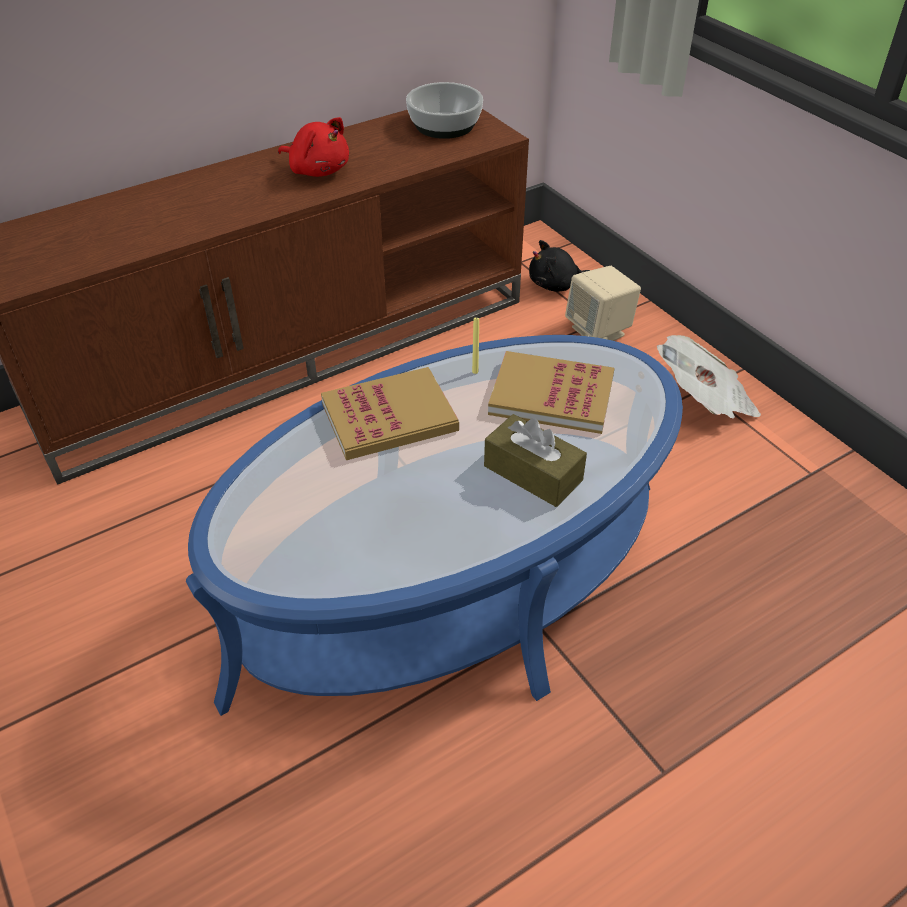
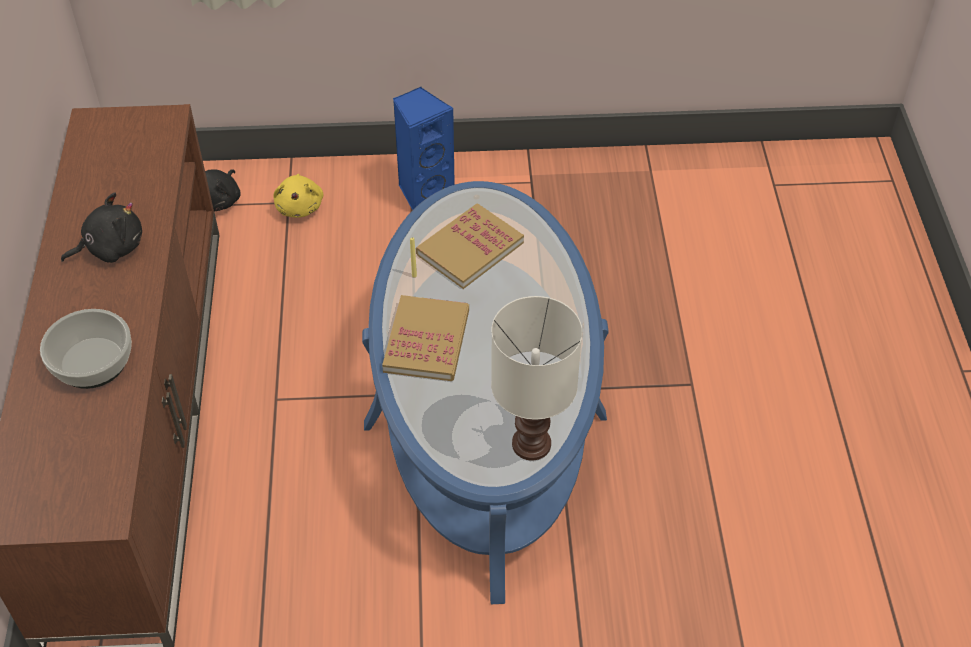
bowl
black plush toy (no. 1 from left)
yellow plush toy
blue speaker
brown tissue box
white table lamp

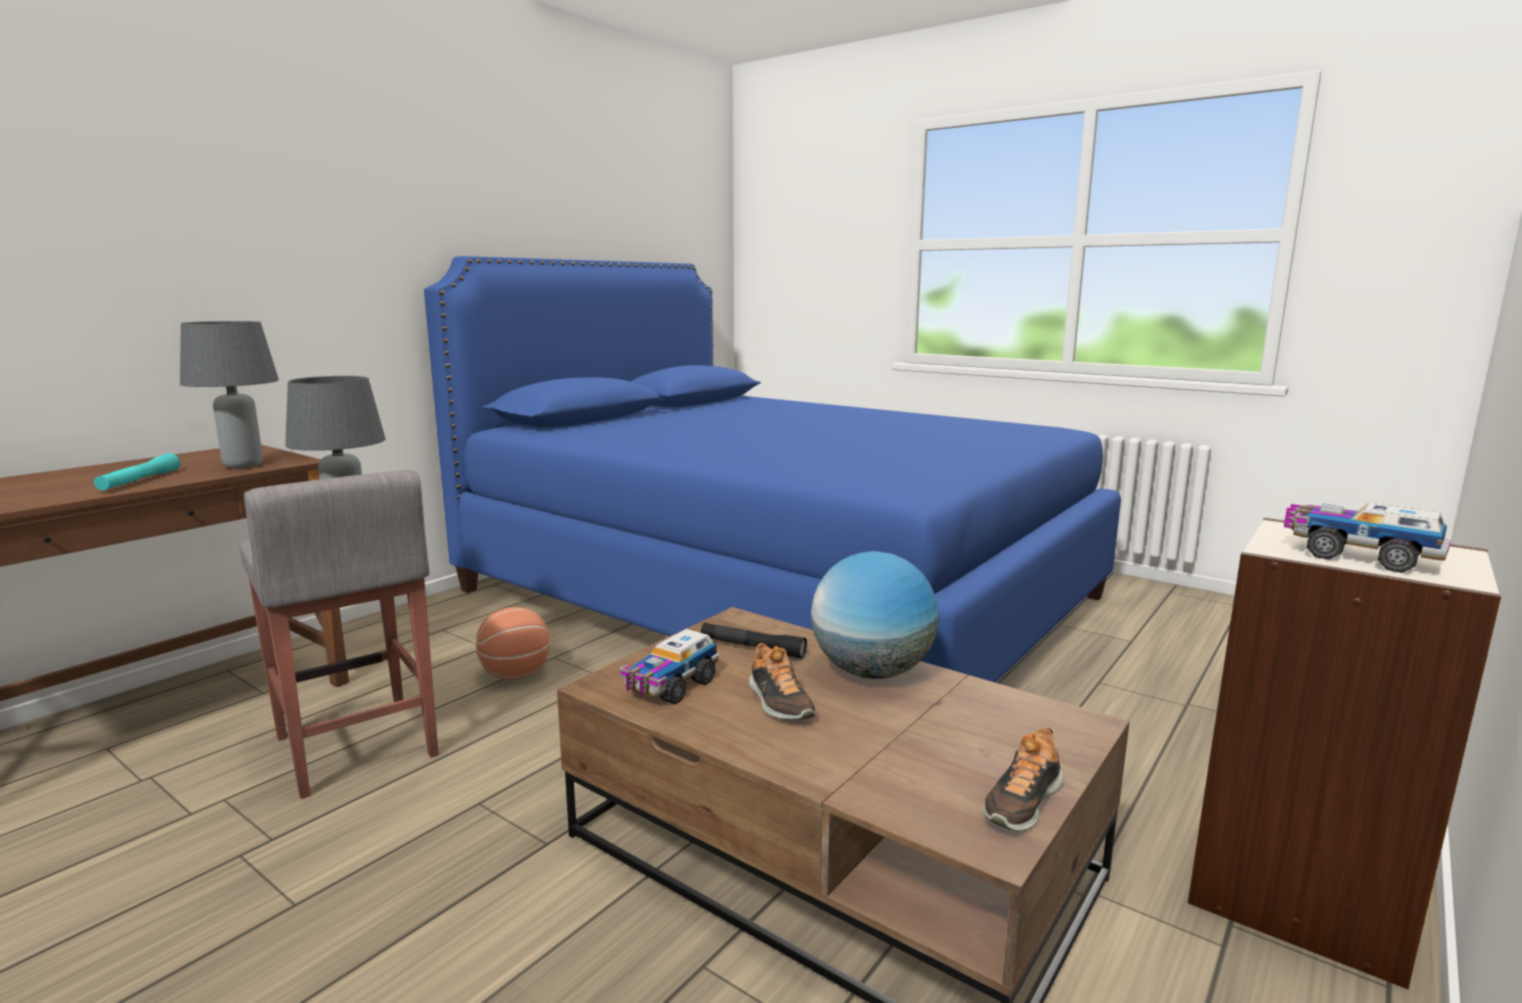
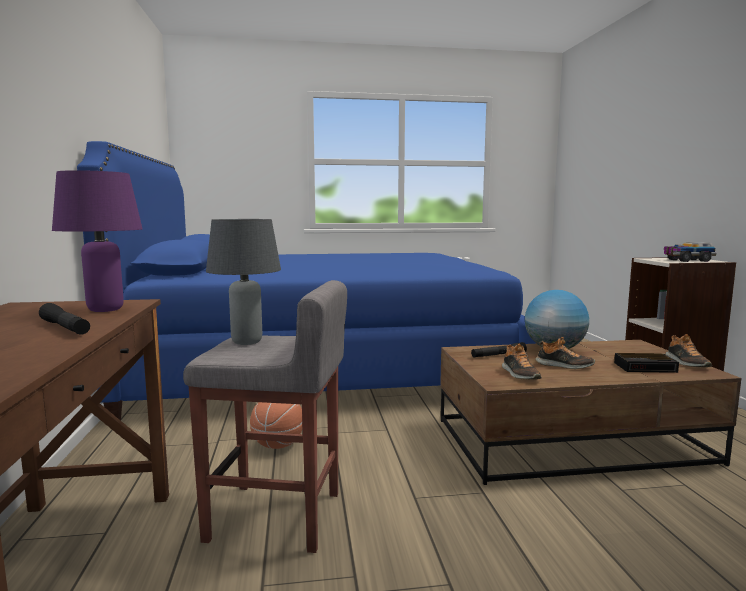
purple table lamp
black flashlight (no. 1 from left)
shoe (no. 1 from left)
alarm clock

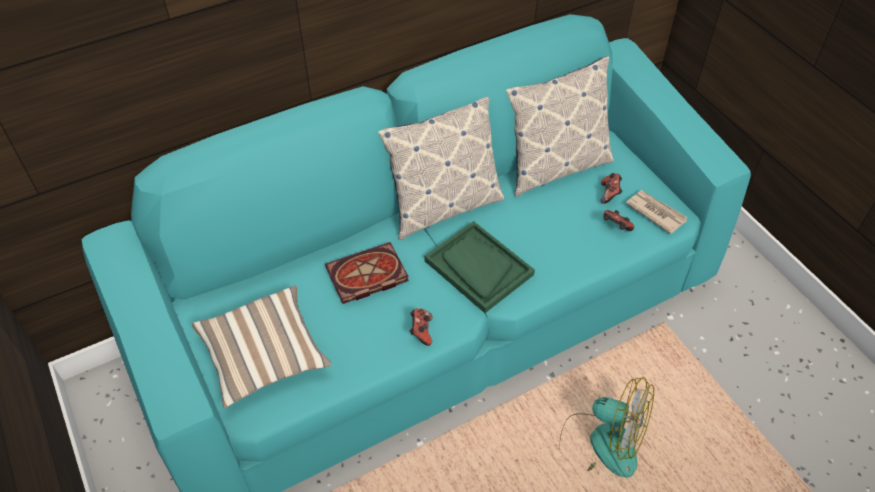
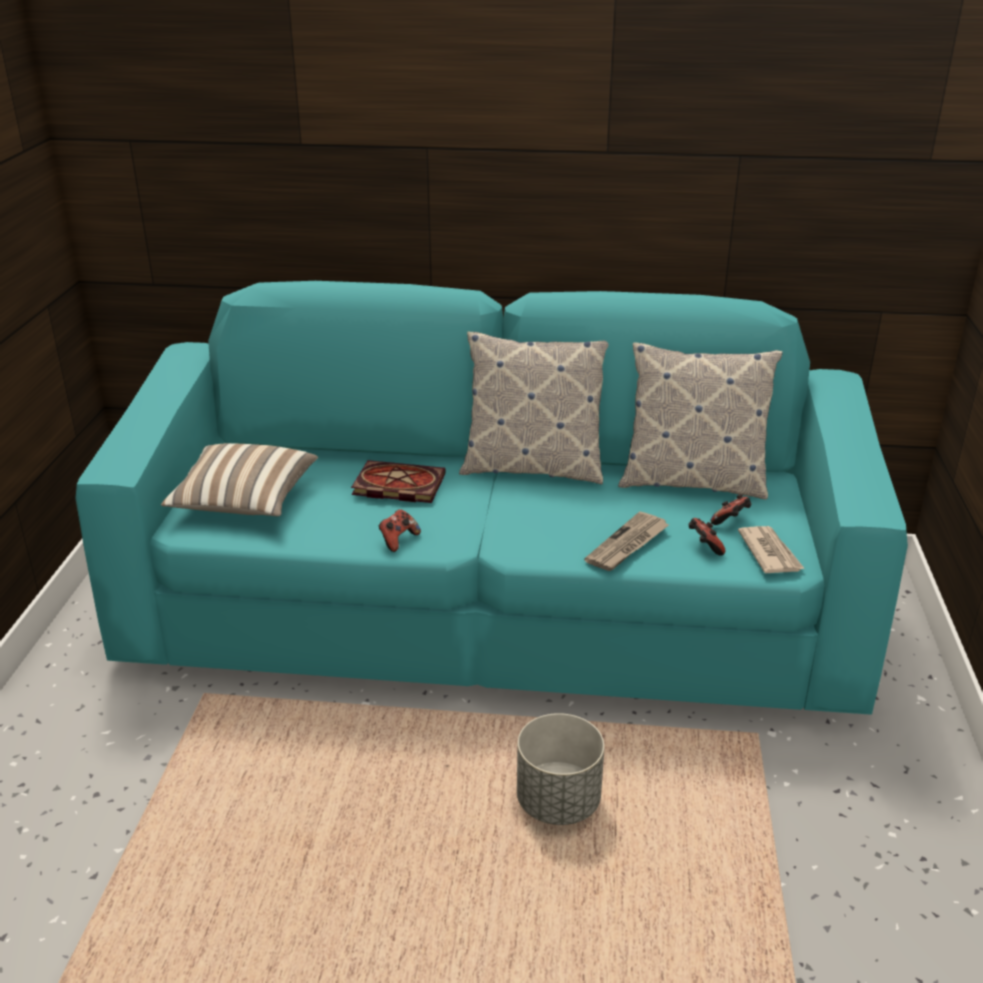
green tray
grey planter
newspaper (no. 1 from left)

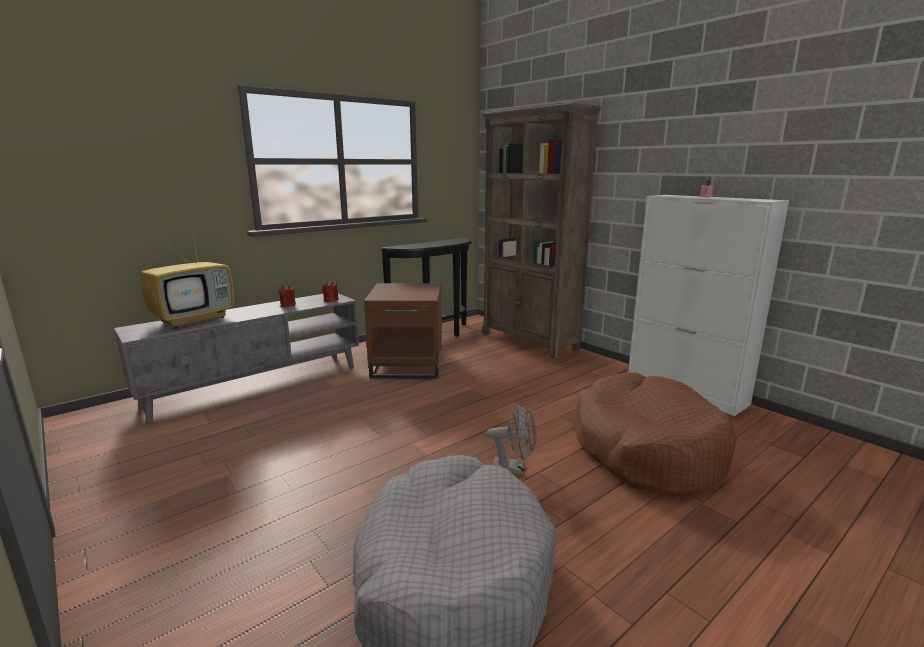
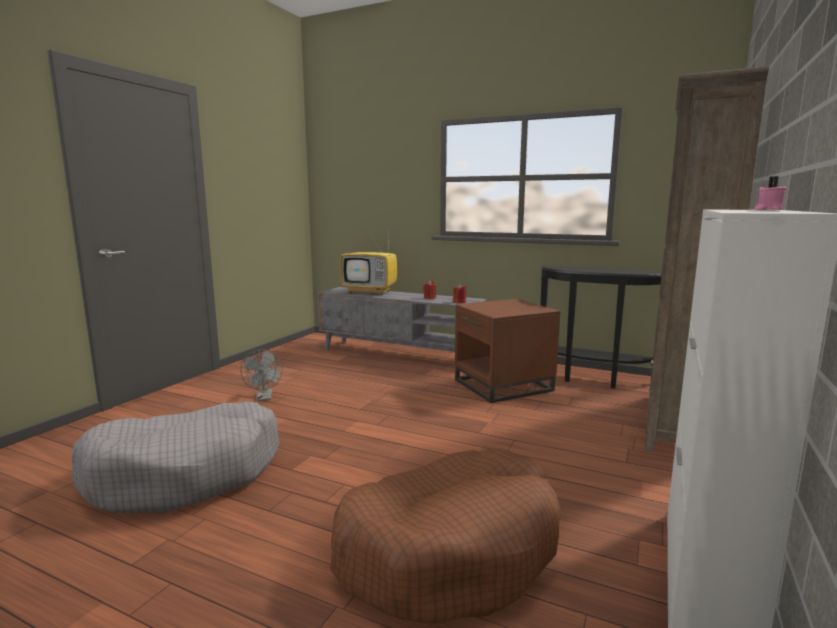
grey fan

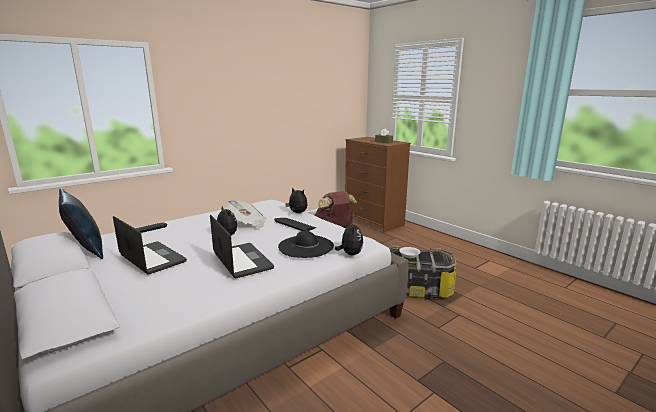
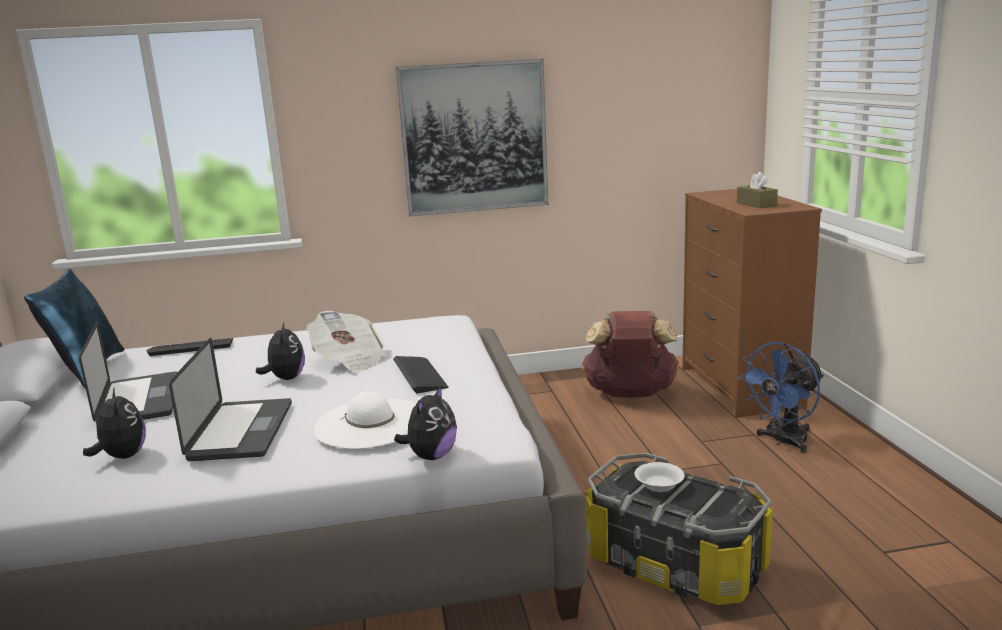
plush toy (no. 1 from left)
white hat
picture
blue fan

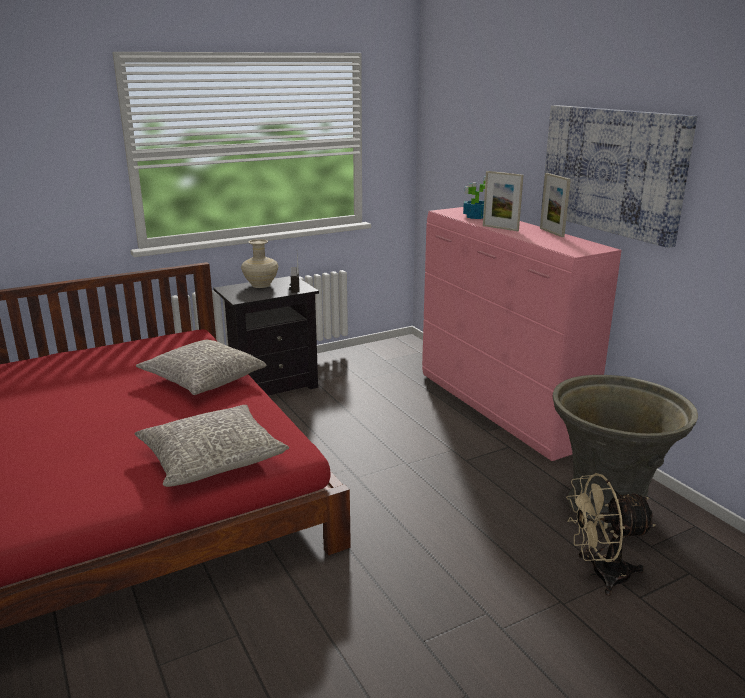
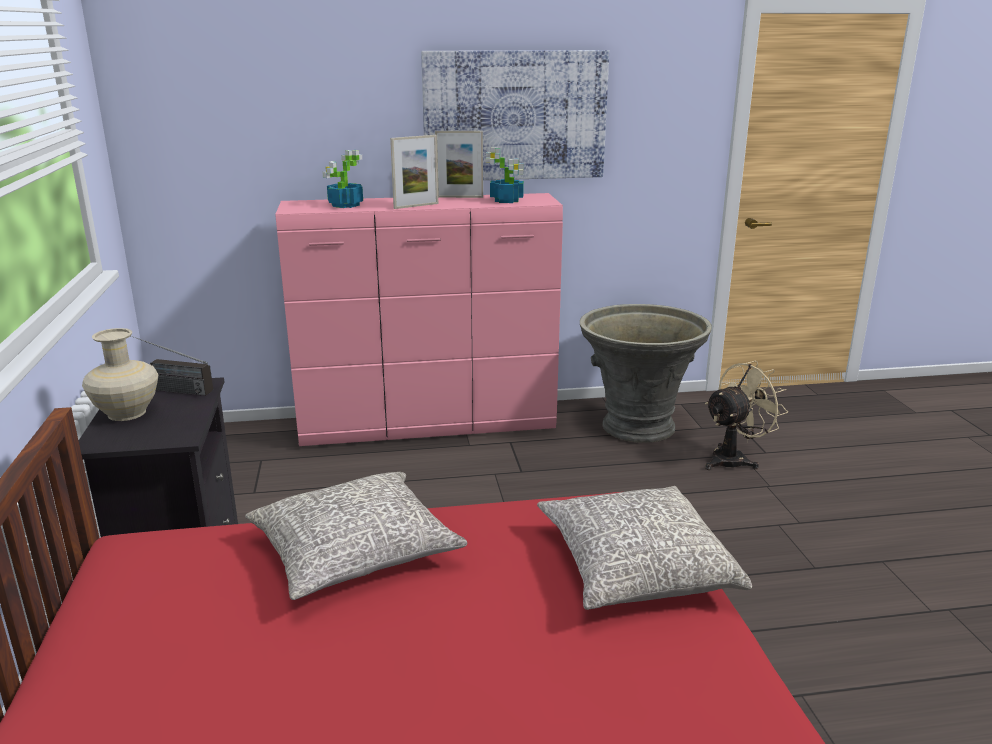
beige fan
potted plant (no. 2 from left)

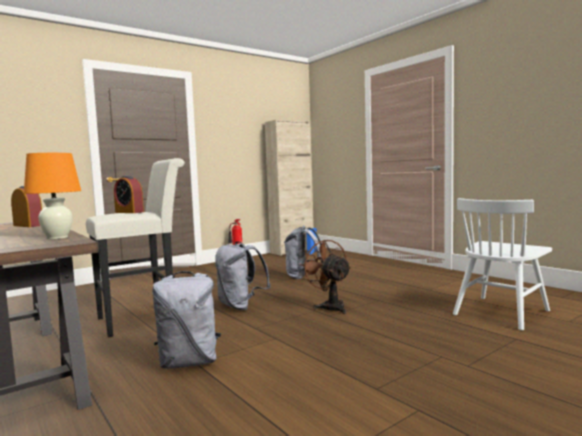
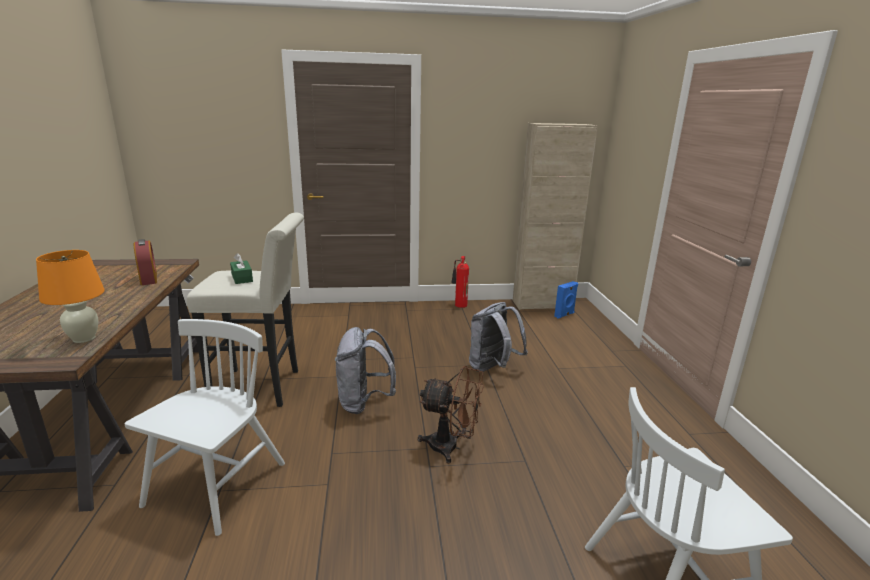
green tissue box
brown fan
white chair (no. 1 from left)

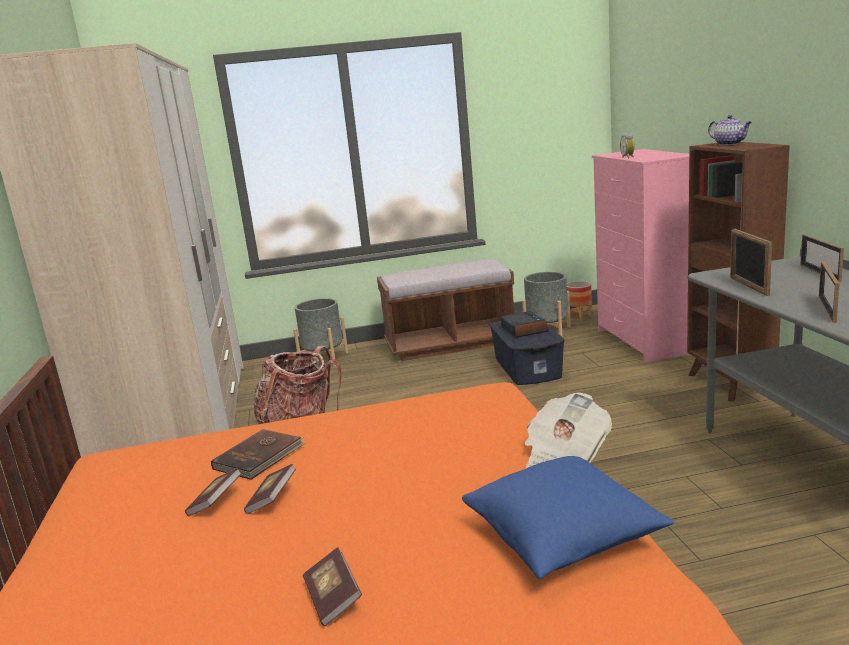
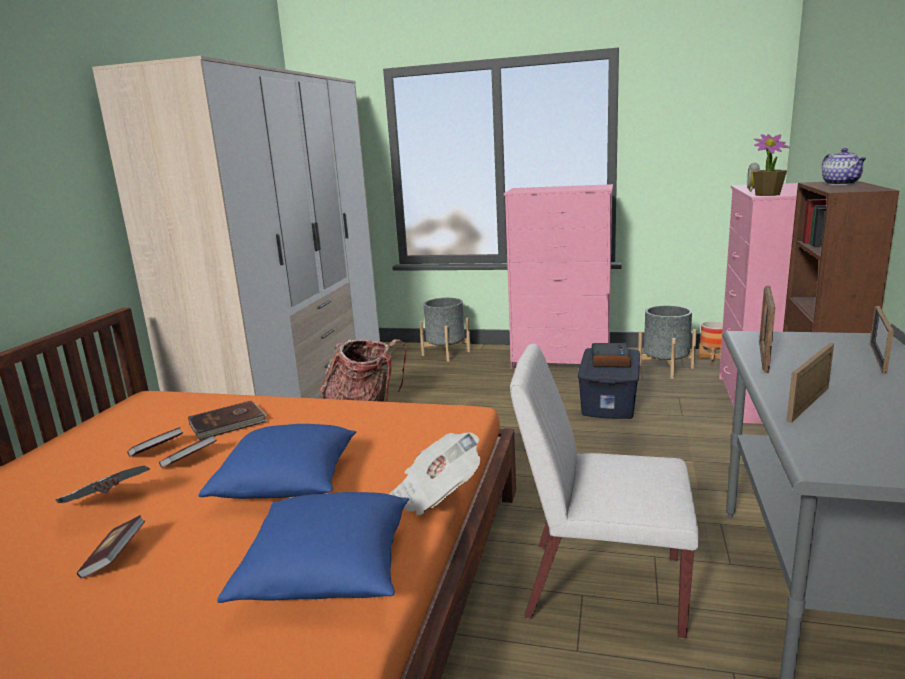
pink dresser (no. 1 from left)
potted plant
white chair
blue pillow (no. 1 from left)
newspaper (no. 1 from left)

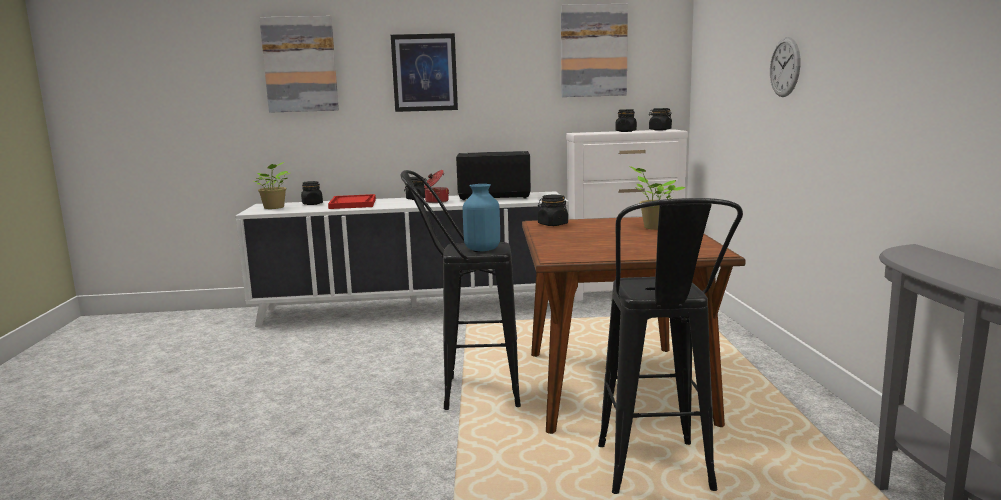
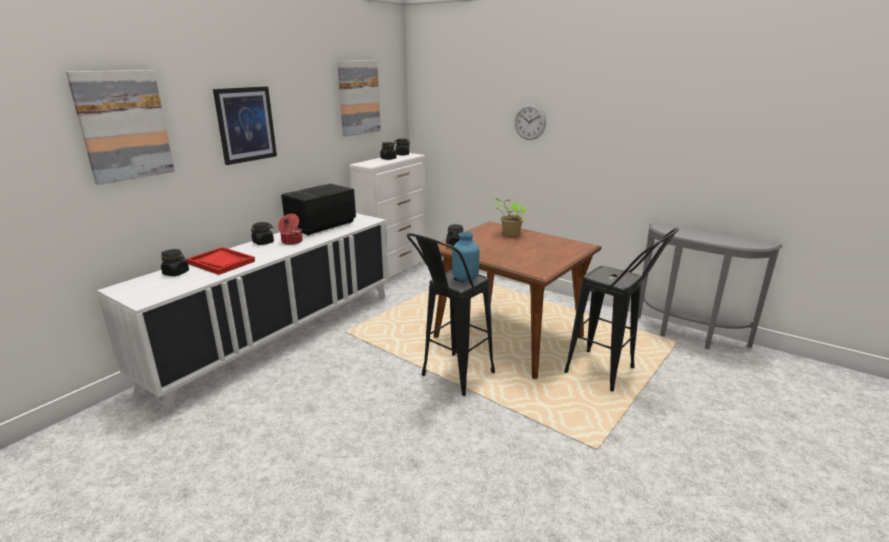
potted plant (no. 1 from left in the first image)

